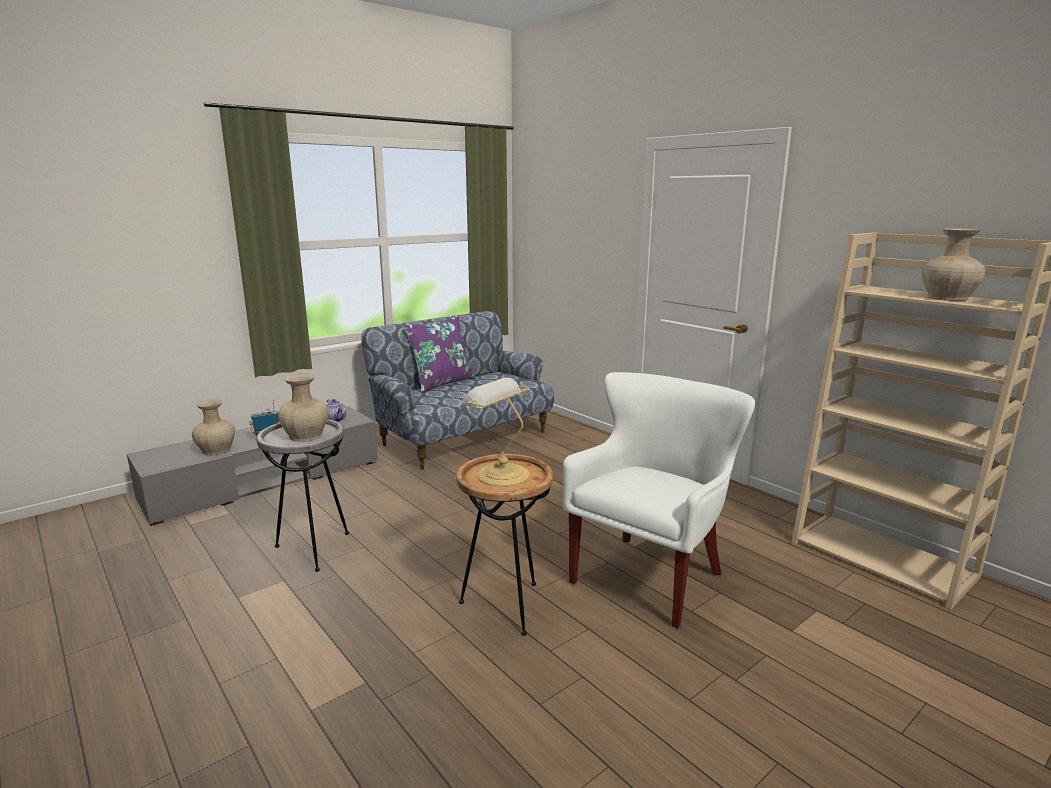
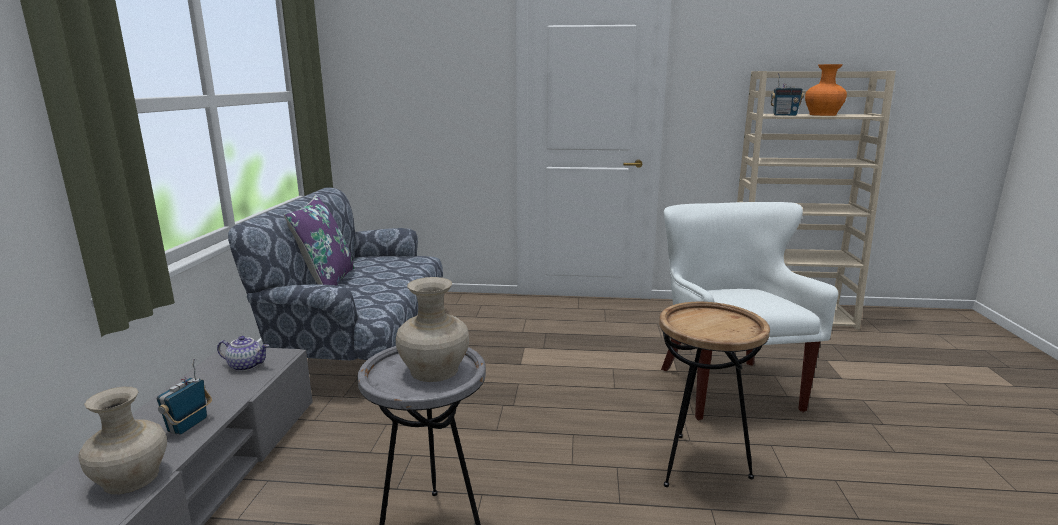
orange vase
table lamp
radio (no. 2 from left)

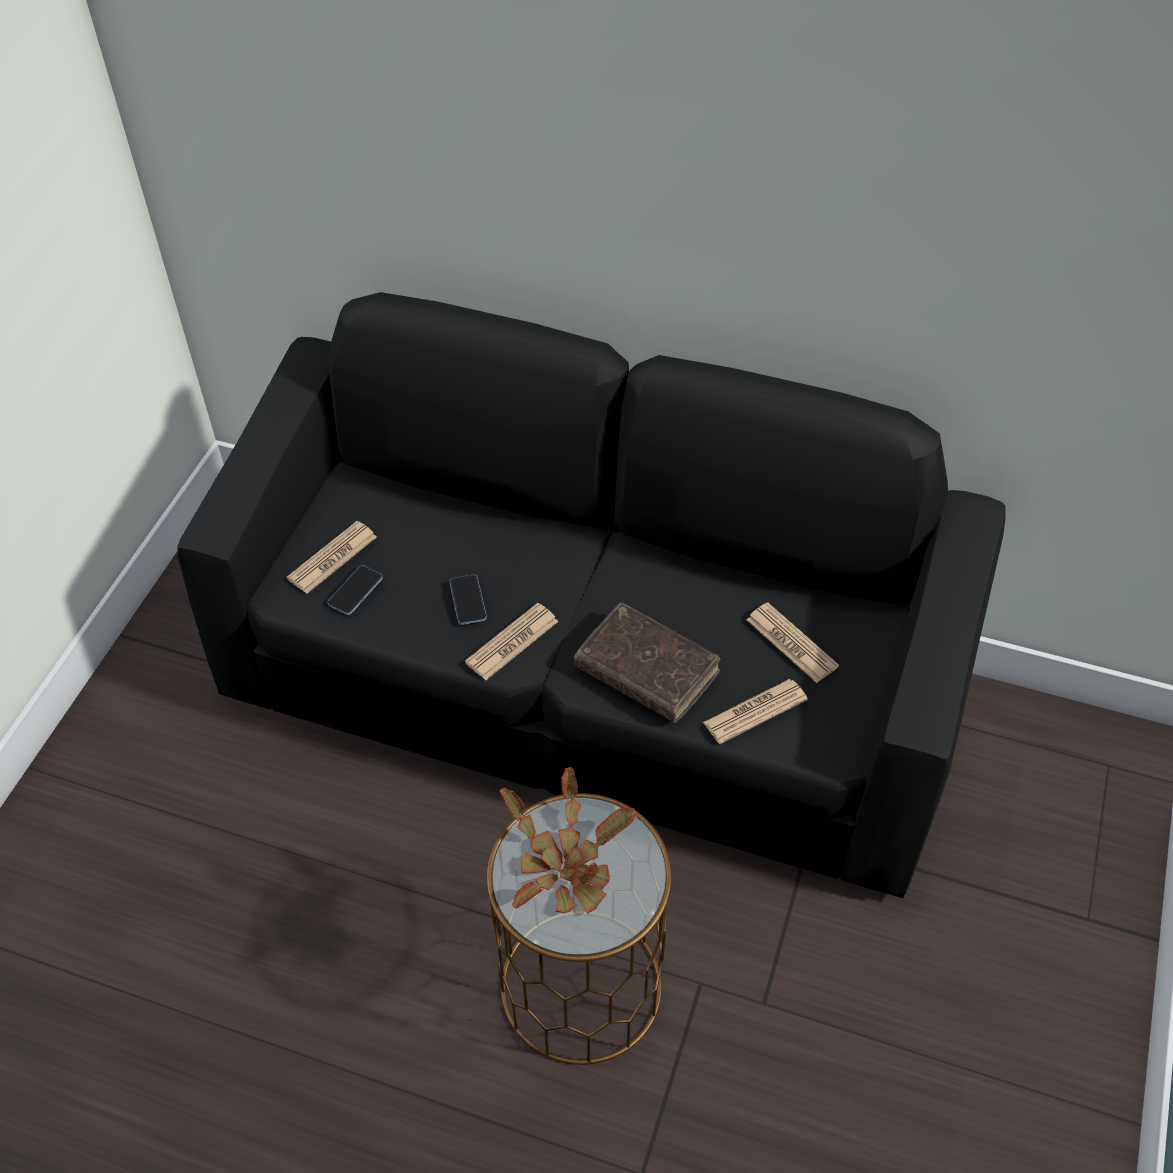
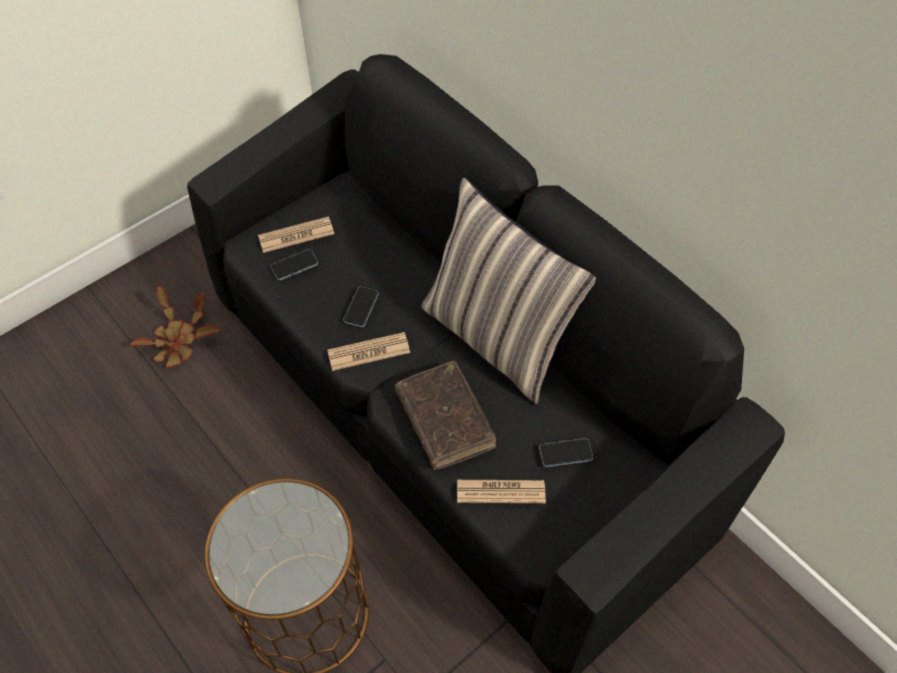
phone (no. 3 from left)
potted plant
pillow

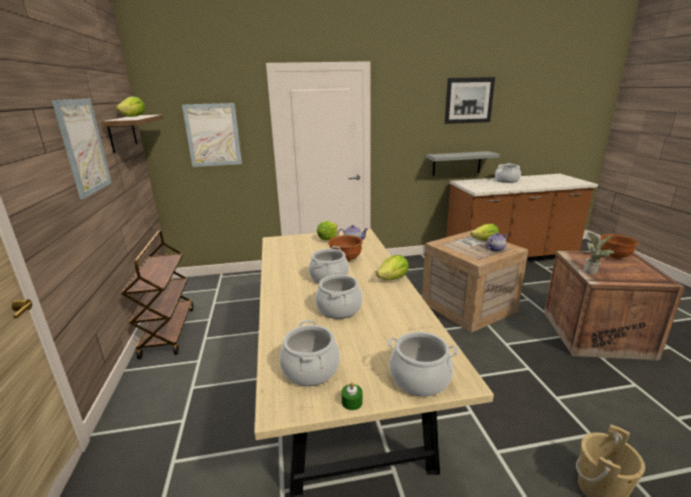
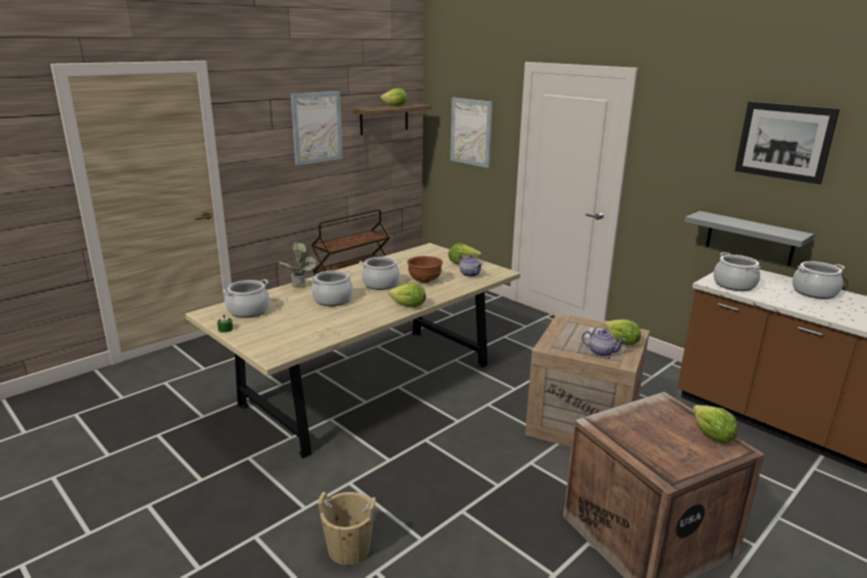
potted plant
lettuce (no. 5 from left)
cooking pot (no. 4 from left)

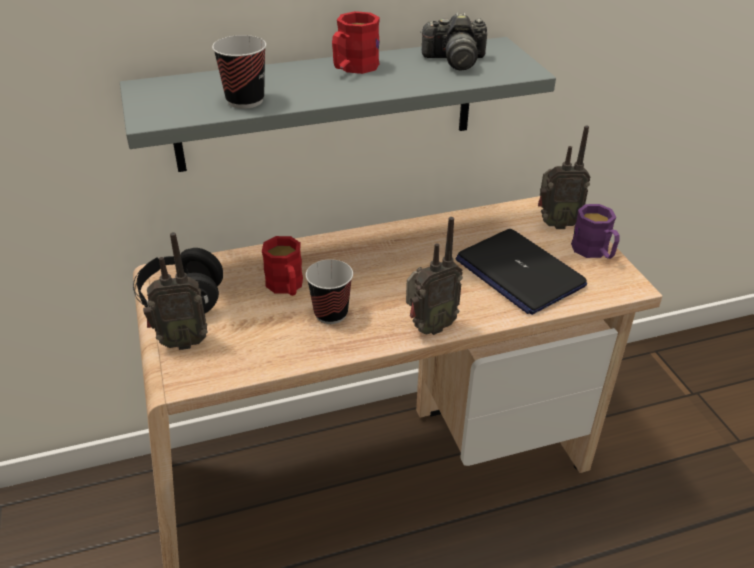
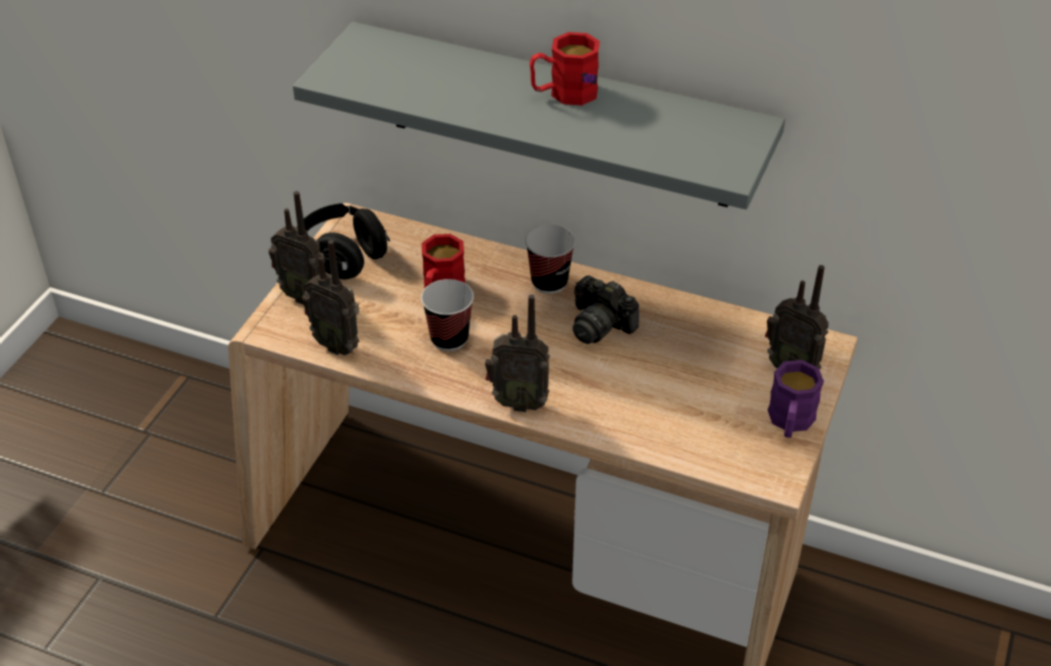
photo camera
cup (no. 2 from left)
laptop
radio (no. 2 from left)

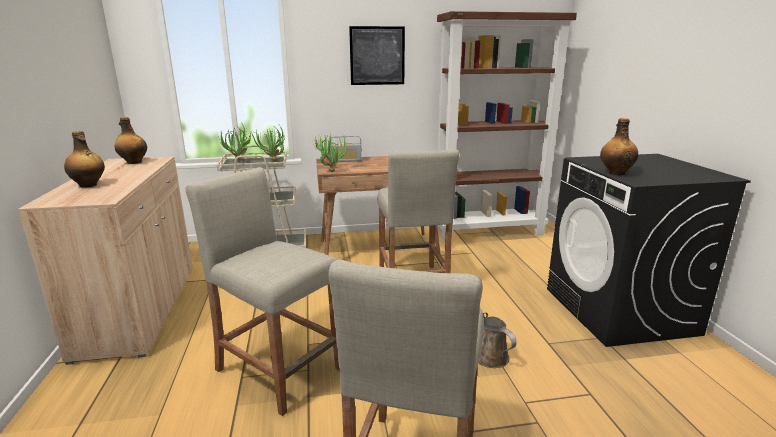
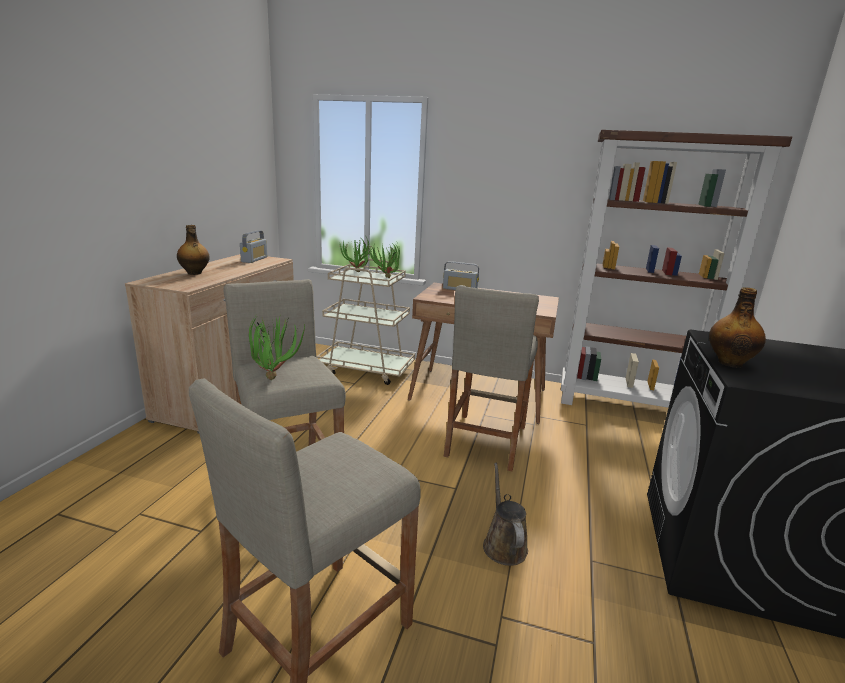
picture
radio (no. 1 from left)
potted plant (no. 1 from left)

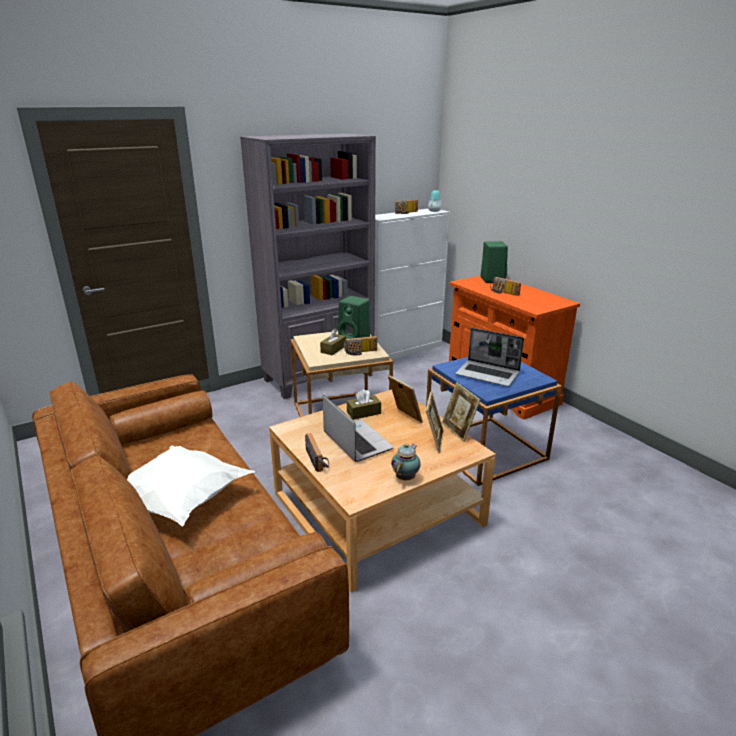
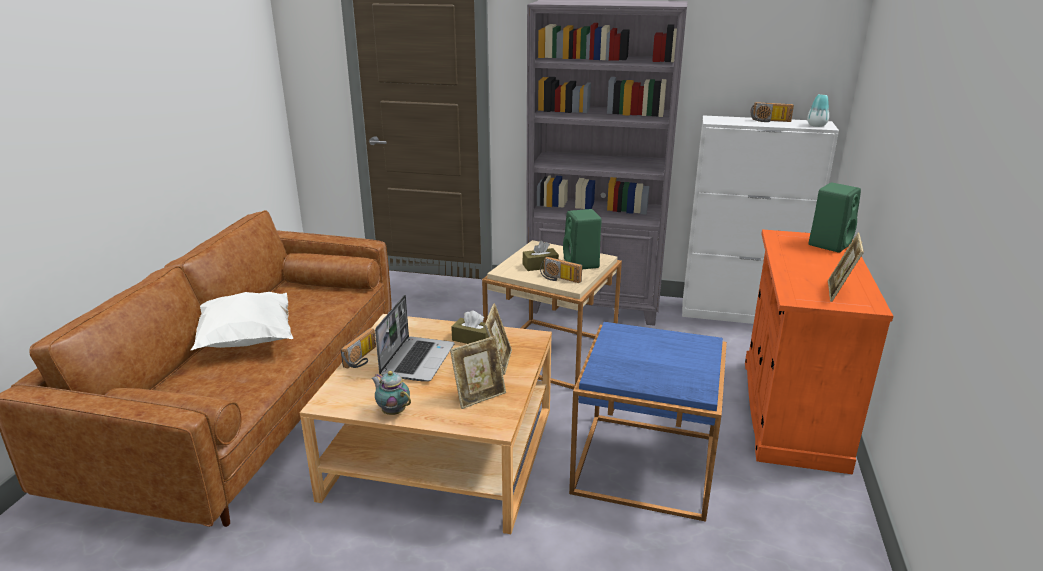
radio (no. 4 from left in the first image)
laptop (no. 2 from left in the first image)
picture frame (no. 3 from left)
teapot

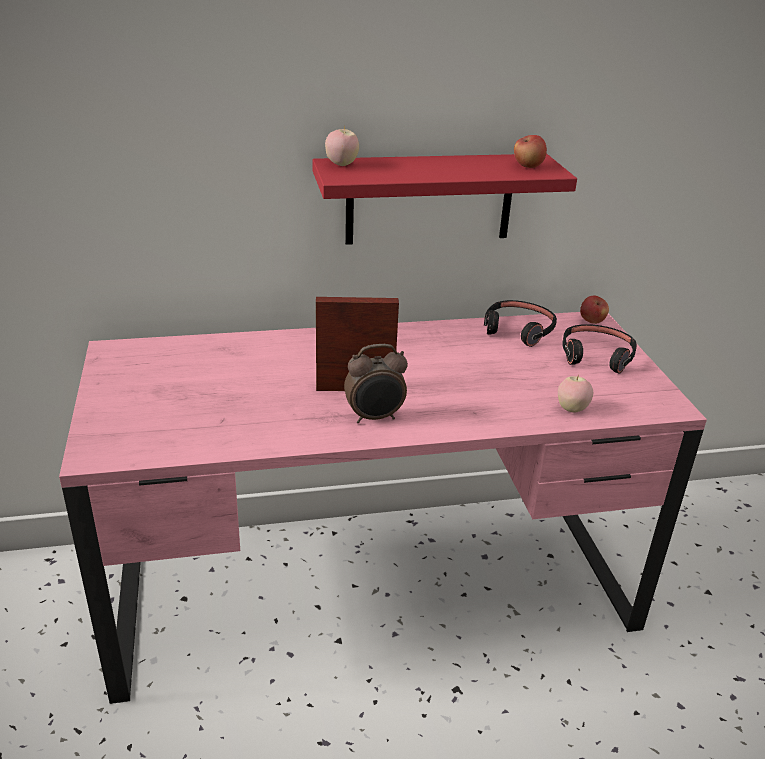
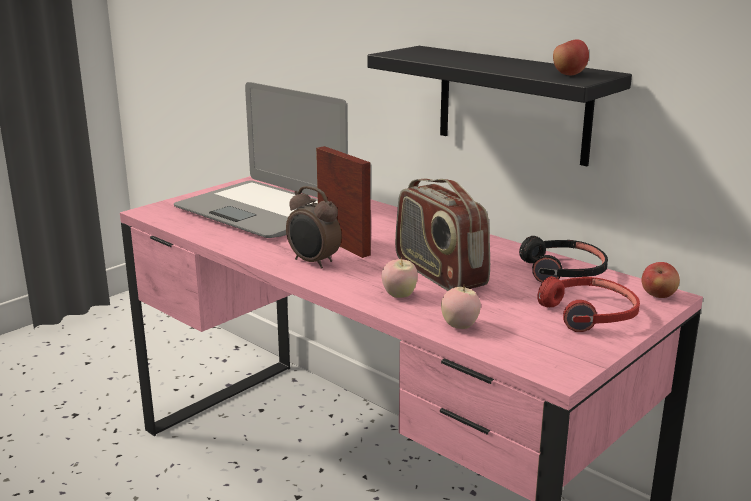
apple (no. 1 from left)
black shelf
red headphones
laptop
radio

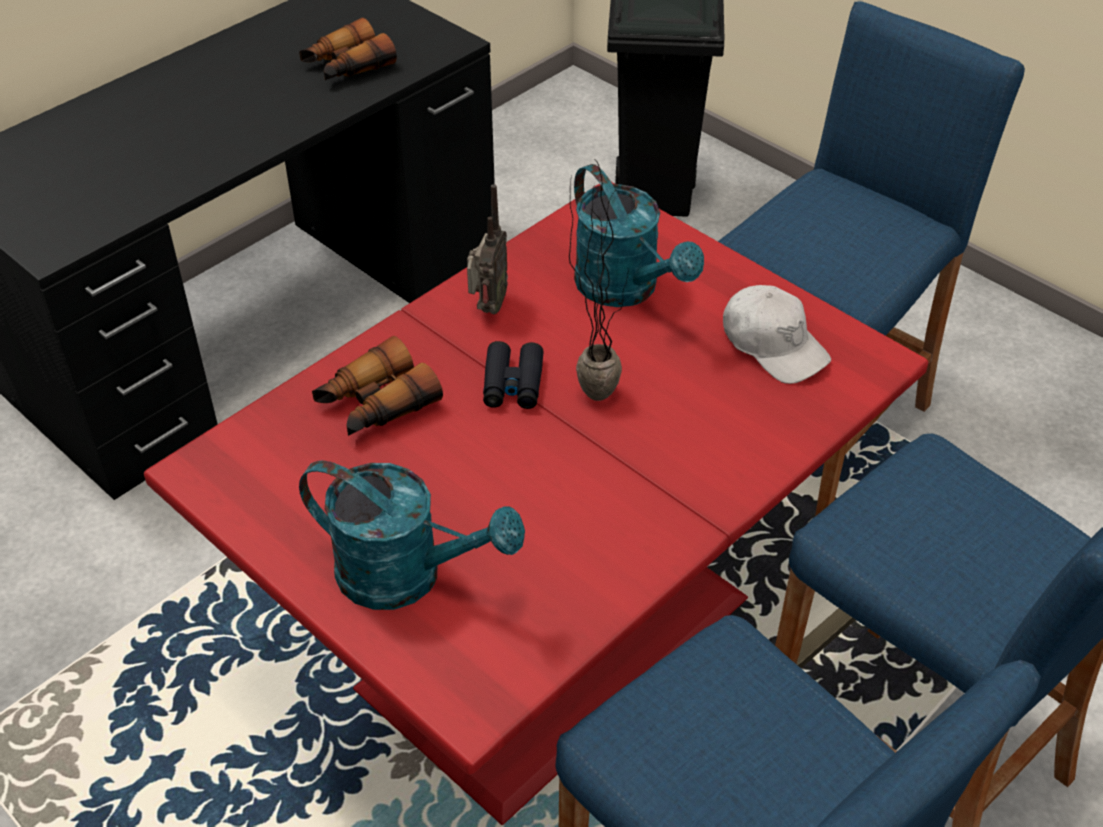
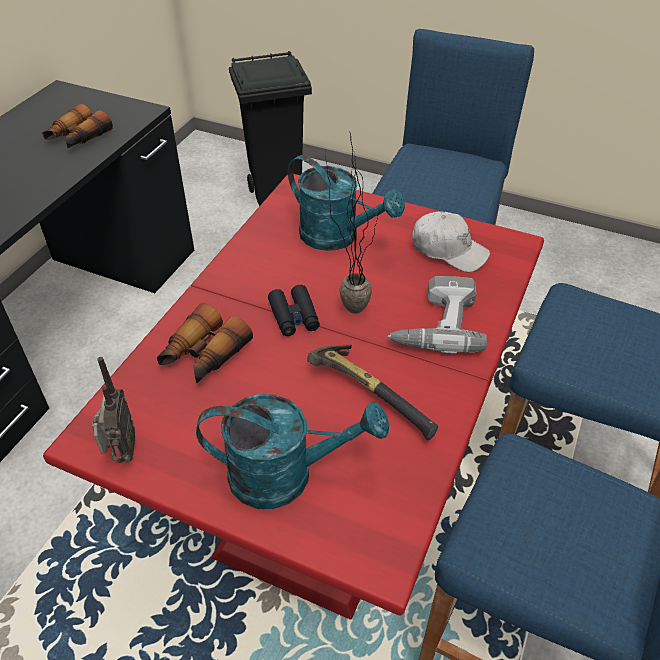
radio
power drill
hammer

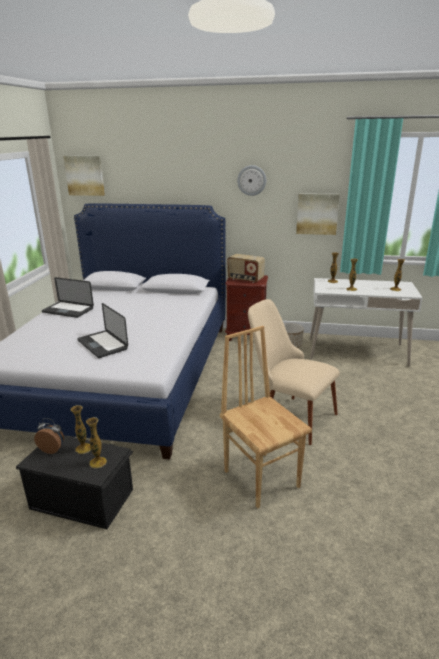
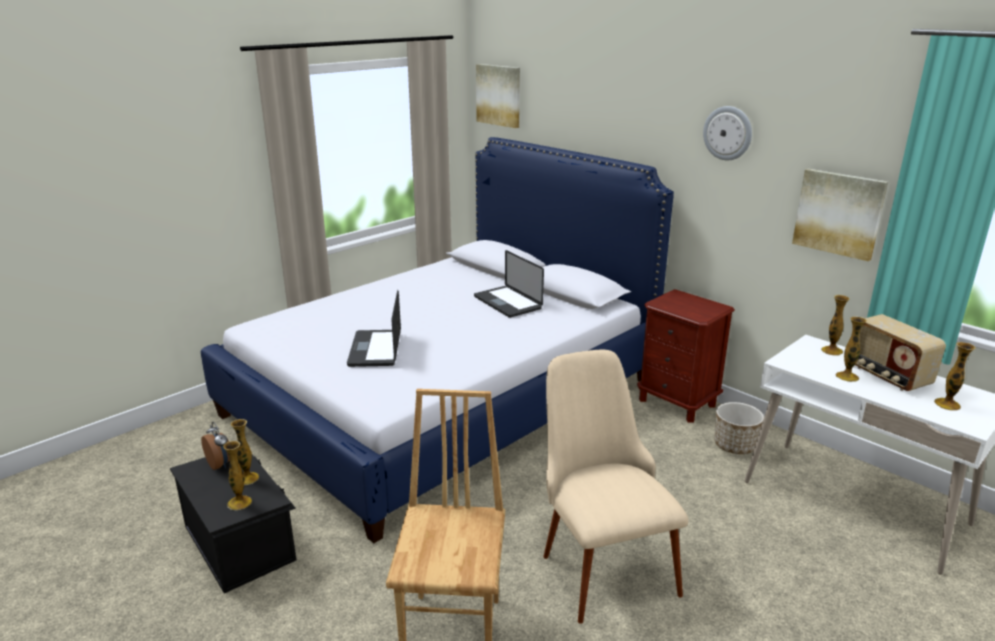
radio
laptop (no. 2 from left)

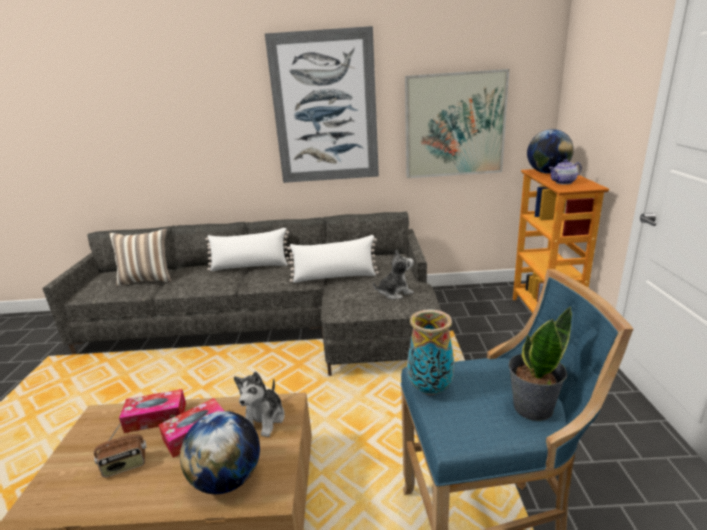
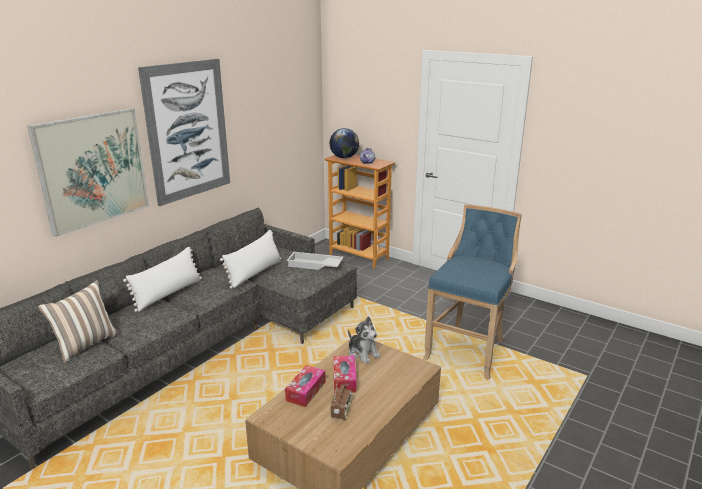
picture (no. 1 from left)
white tray
potted plant
vase
globe (no. 1 from left in the first image)

